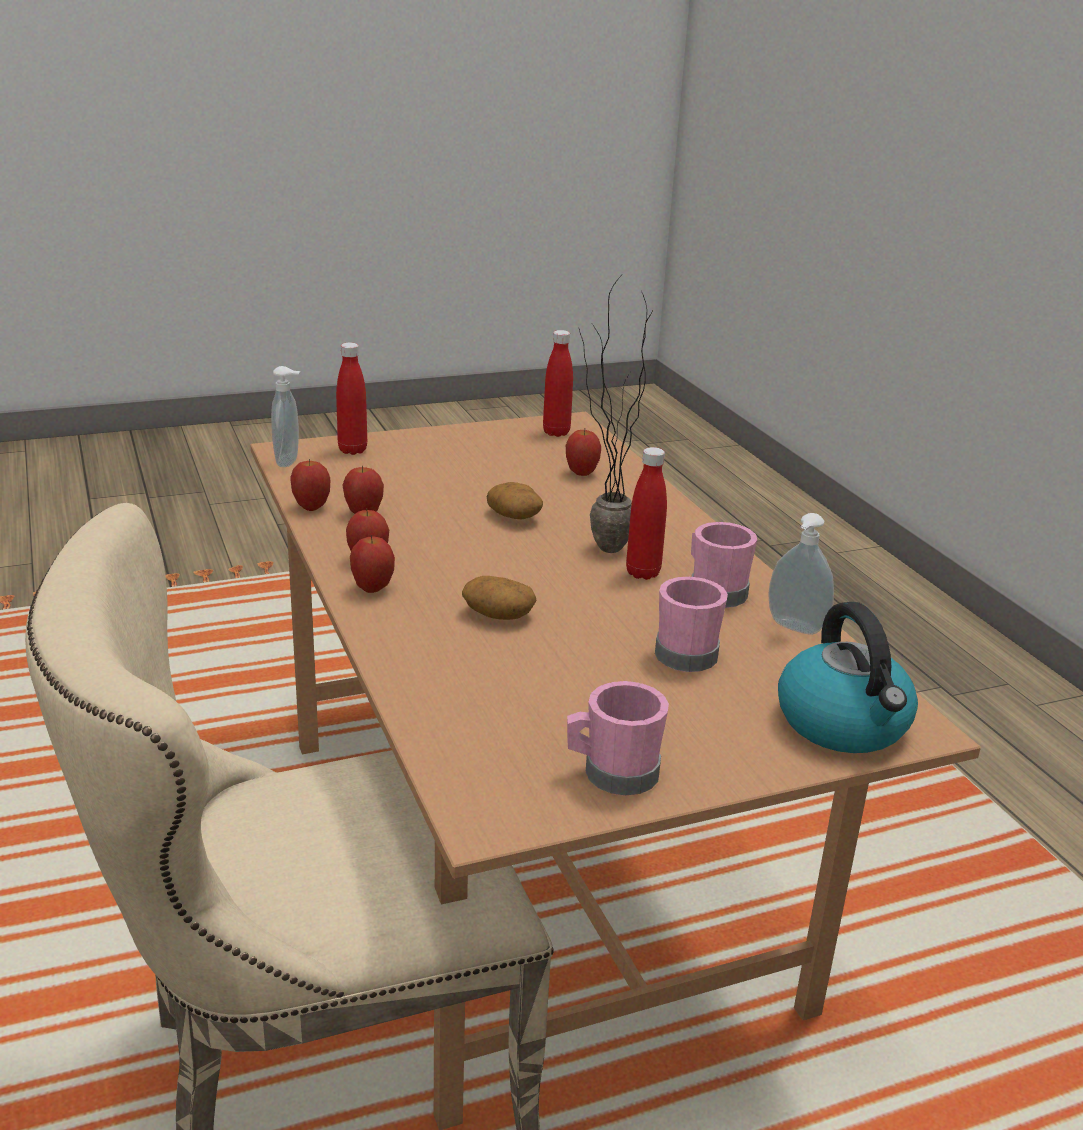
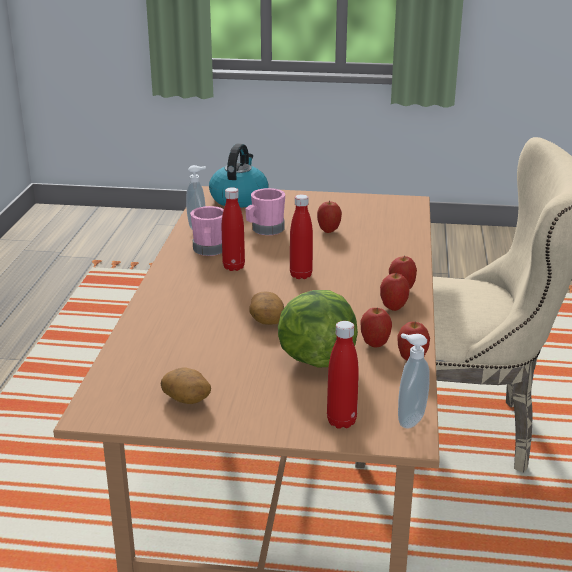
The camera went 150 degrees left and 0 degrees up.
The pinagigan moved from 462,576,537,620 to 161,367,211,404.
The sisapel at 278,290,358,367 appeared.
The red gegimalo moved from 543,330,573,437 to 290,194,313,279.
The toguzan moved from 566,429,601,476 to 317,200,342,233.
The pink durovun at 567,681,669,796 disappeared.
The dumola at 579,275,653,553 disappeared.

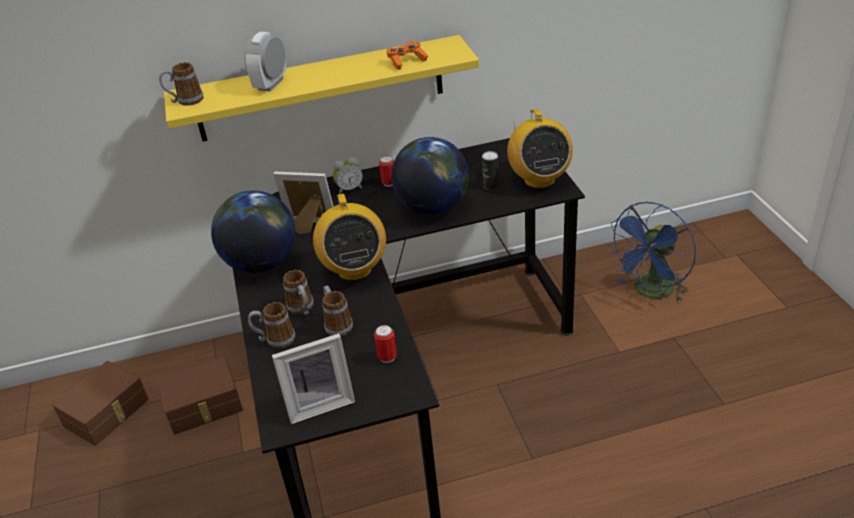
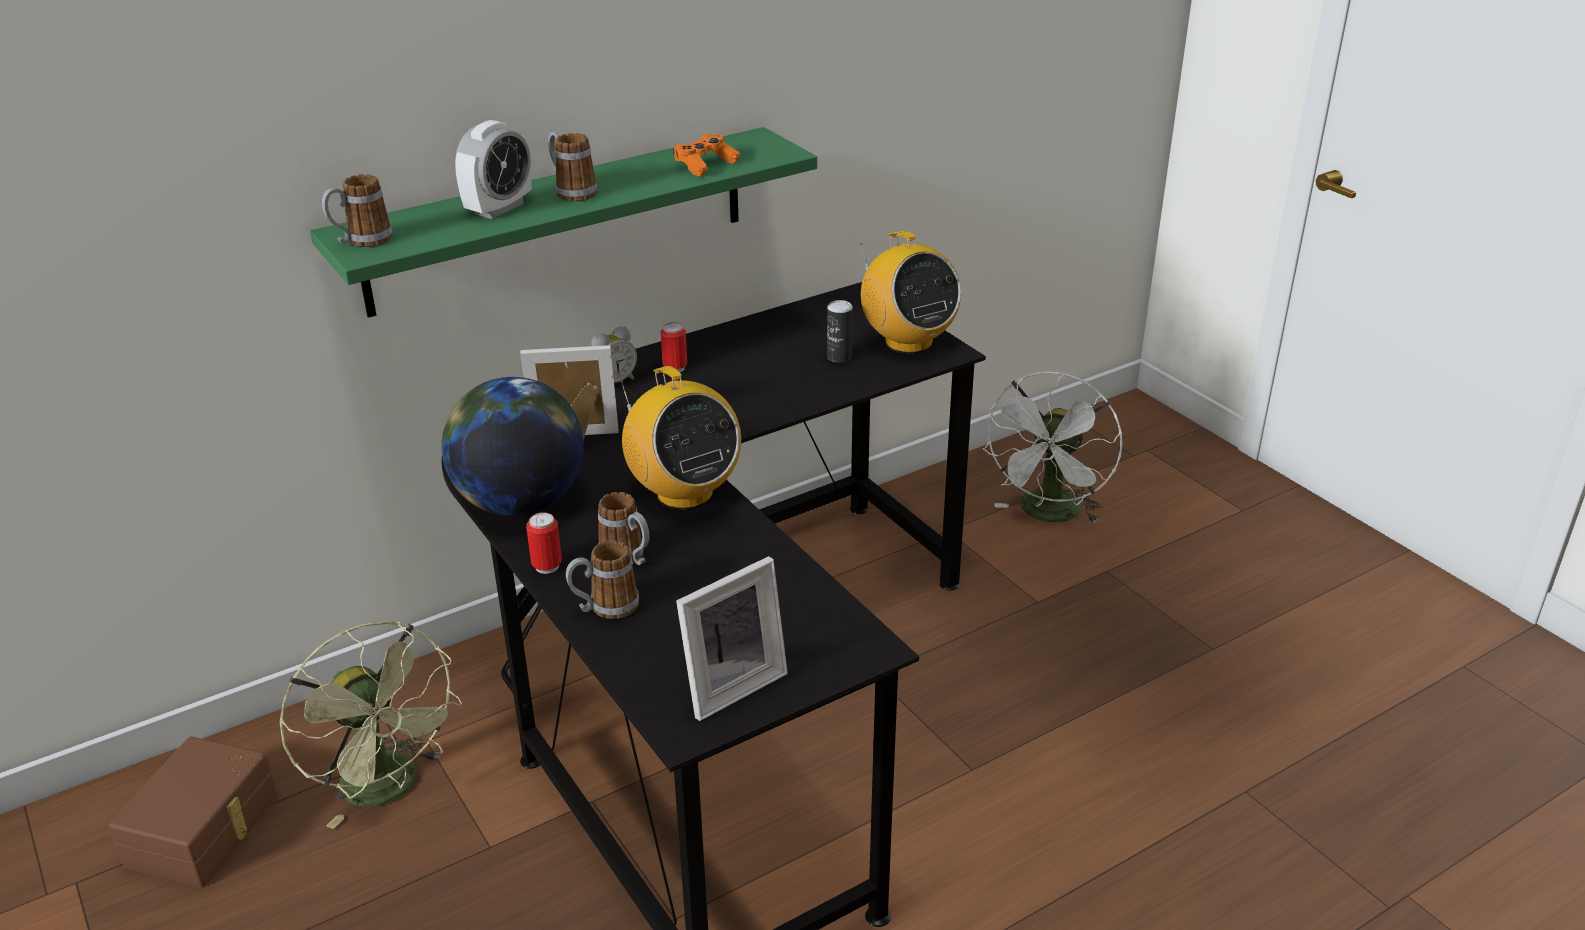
The camera went 20 degrees left and 5 degrees down.
The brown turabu at 157,357,243,435 was replaced by the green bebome at 279,622,462,829.
The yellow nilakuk at 164,35,479,142 became the green nilakuk at 310,127,817,318.
The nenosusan at 244,32,286,92 turned 150 degrees counterclockwise.
The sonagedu moved from 374,325,397,363 to 526,512,562,574.
The durovun moved from 322,285,353,336 to 548,131,597,202.
The blue bebome at 606,202,696,302 became the white bebome at 982,372,1123,523.
The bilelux at 391,137,469,215 disappeared.

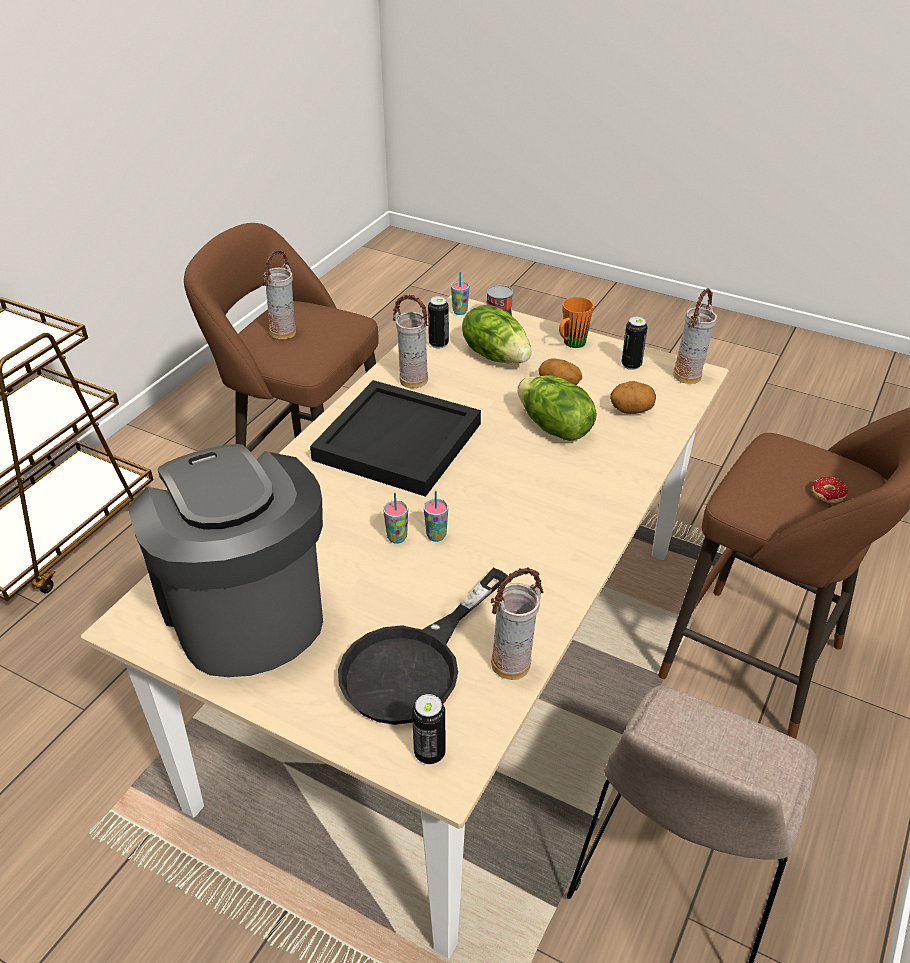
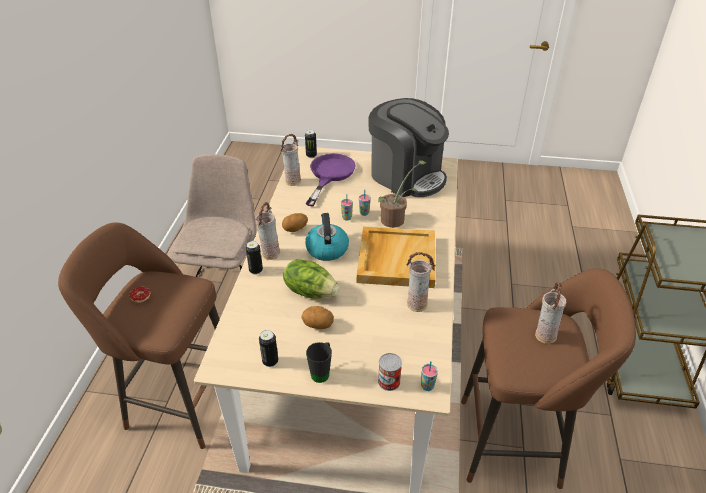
The camera went 160 degrees right and 0 degrees up.
The sonagedu moved from 428,296,449,348 to 246,241,263,275.
The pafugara moved from 673,288,717,384 to 255,202,280,260.
The pinagigan moved from 610,381,656,414 to 282,213,308,232.
The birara at 305,213,349,261 appeared.
The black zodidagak at 338,568,508,725 became the purple zodidagak at 306,154,356,207.
The orange durovun at 559,297,594,348 became the black durovun at 306,342,332,383.
The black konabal at 310,380,481,497 became the beige konabal at 357,226,436,288.
The dumola at 378,160,426,228 appeared.
The sisapel at 462,305,532,363 disappeared.

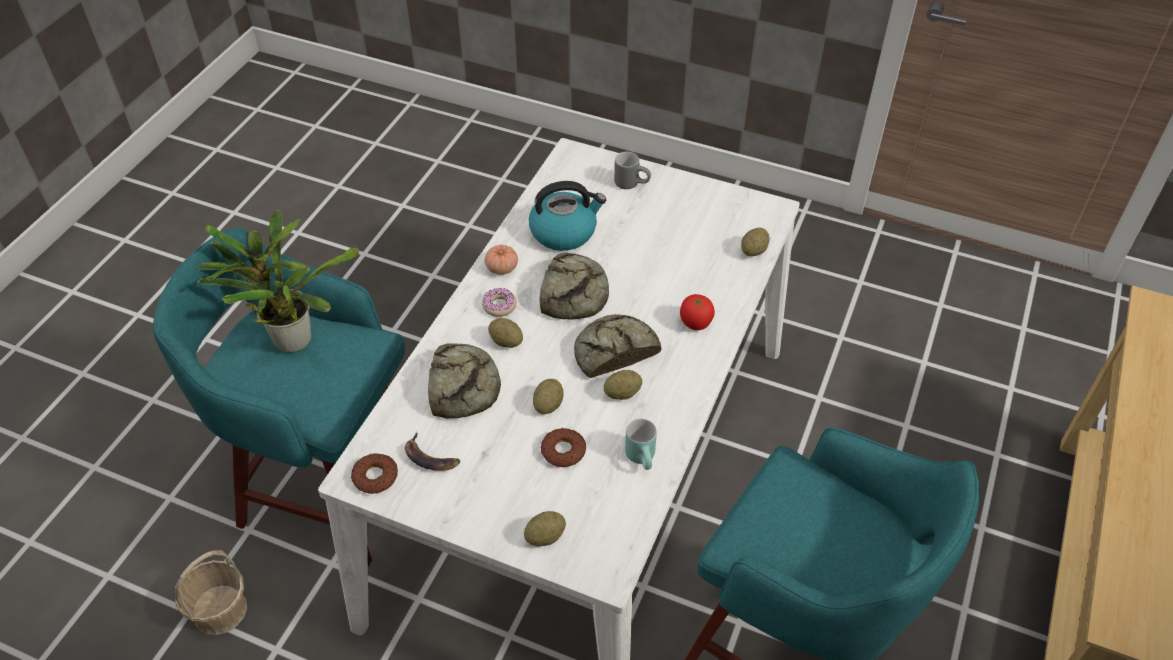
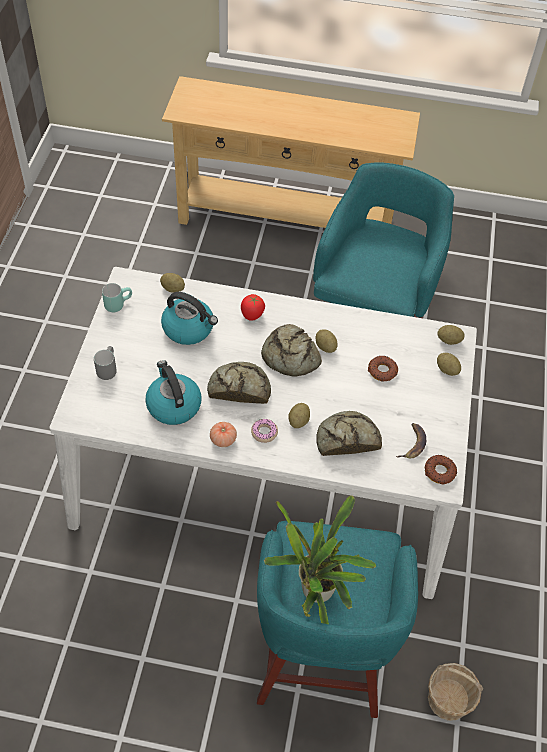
The camera went 105 degrees left and 5 degrees up.
The turquoise durovun moved from 625,419,657,470 to 102,283,132,312.
The birara at 161,292,218,345 appeared.
The pinagigan moved from 533,379,563,414 to 437,325,464,345.

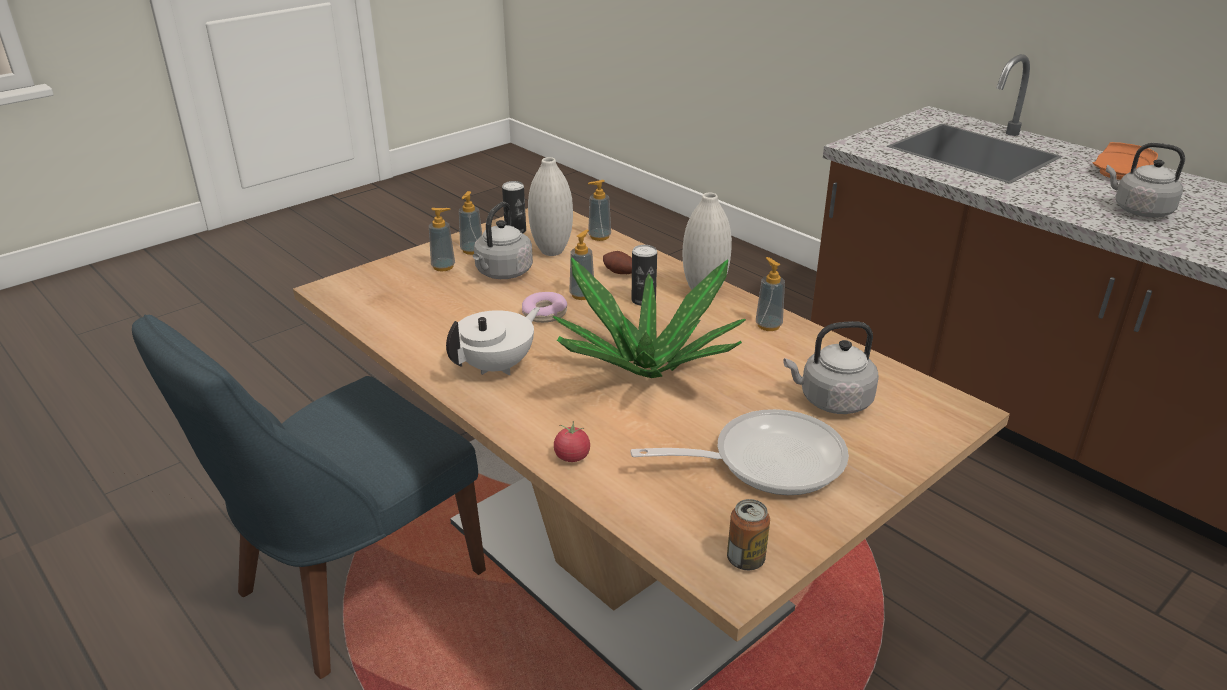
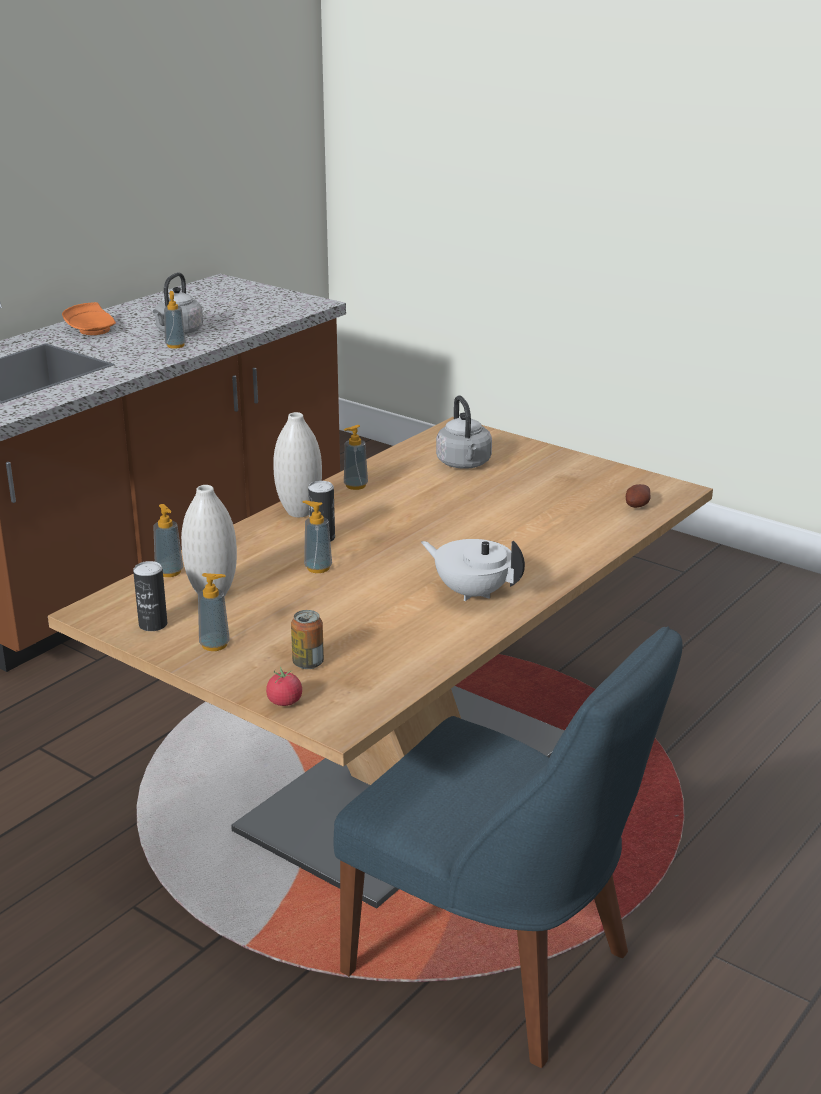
The camera went 100 degrees left and 5 degrees down.
The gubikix moved from 429,208,455,271 to 164,291,186,349.
The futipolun moved from 554,421,590,462 to 266,667,302,706.
The sonagedu moved from 727,499,770,570 to 291,610,324,669.
The pinagigan moved from 603,251,632,274 to 626,484,651,508.
The grey birara at 473,202,533,279 disappeared.
The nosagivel at 522,292,567,323 disappeared.
The dumola at 553,258,746,378 disappeared.
The zodidagak at 630,409,849,495 disappeared.

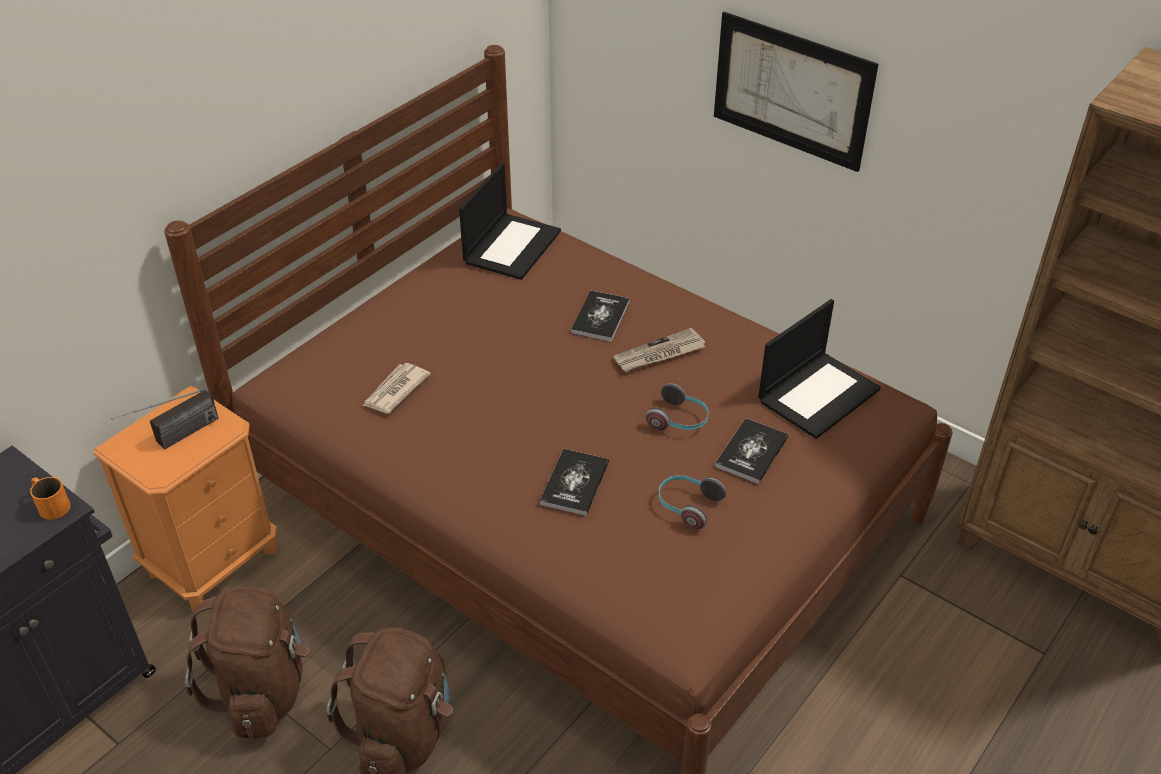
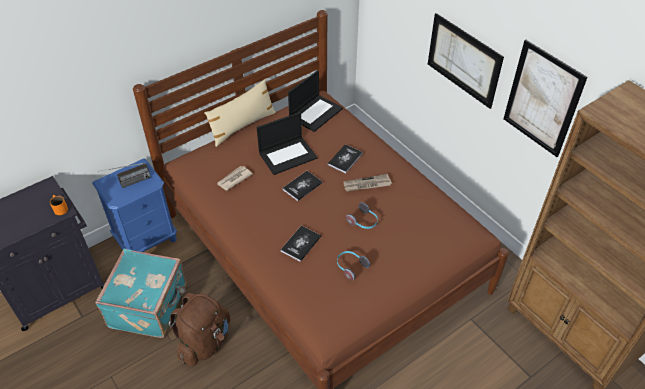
The camera went 15 degrees right and 5 degrees up.
The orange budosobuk at 93,386,277,612 became the blue budosobuk at 92,159,177,252.
The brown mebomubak at 185,585,310,739 was replaced by the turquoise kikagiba at 95,249,187,338.
The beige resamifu at 204,79,276,147 appeared.
The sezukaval moved from 758,299,881,439 to 257,112,317,175.
The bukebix moved from 715,418,789,484 to 283,171,323,201.
The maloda at 504,40,587,157 appeared.

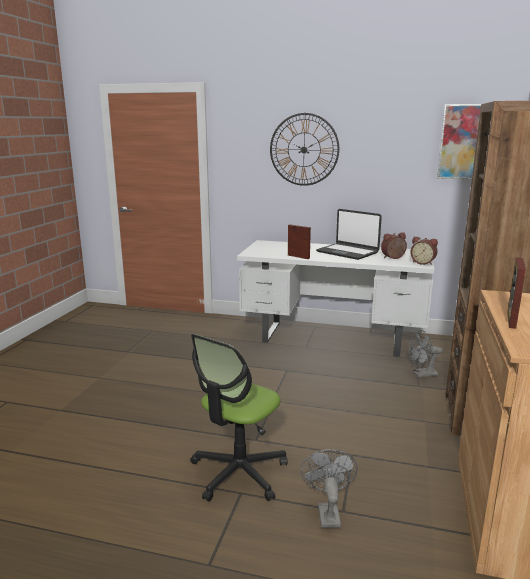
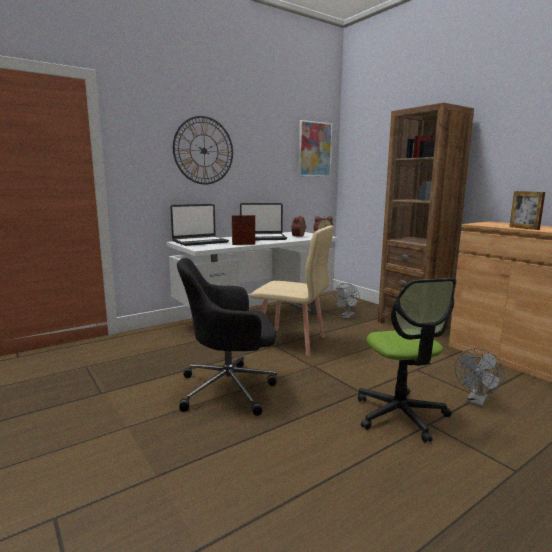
The camera went 50 degrees left and 5 degrees down.
The sezukaval at 170,204,229,246 appeared.
The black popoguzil at 177,258,277,416 appeared.
The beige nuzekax at 250,226,334,356 appeared.
The grey bebome at 300,449,357,528 turned 90 degrees counterclockwise.

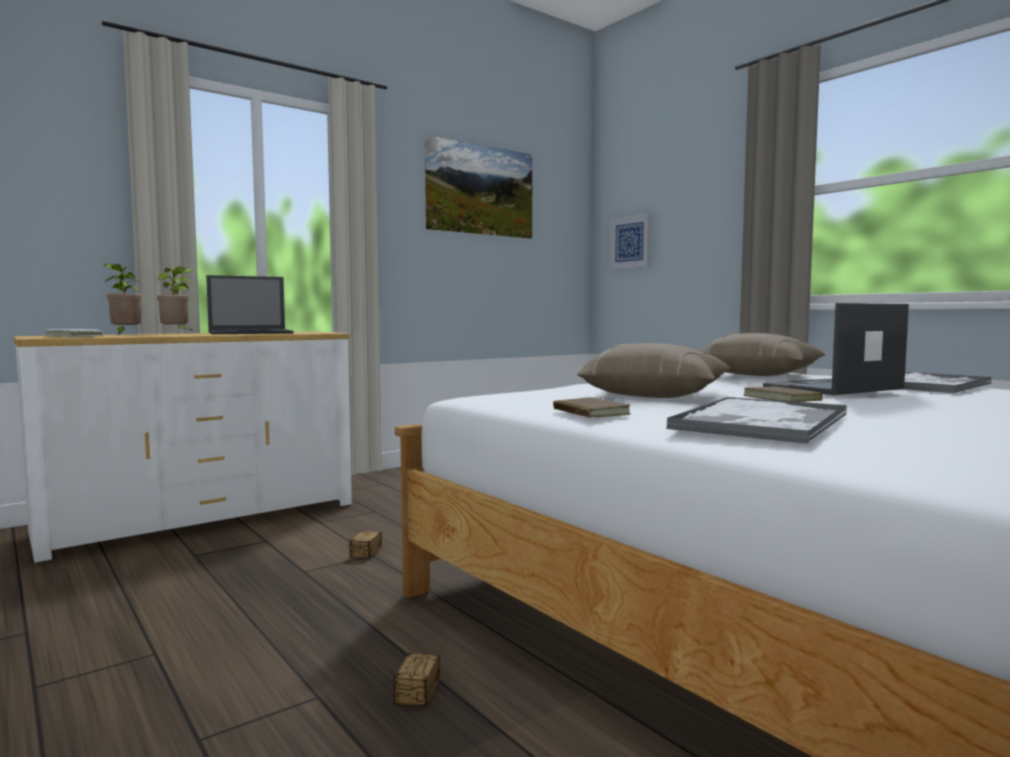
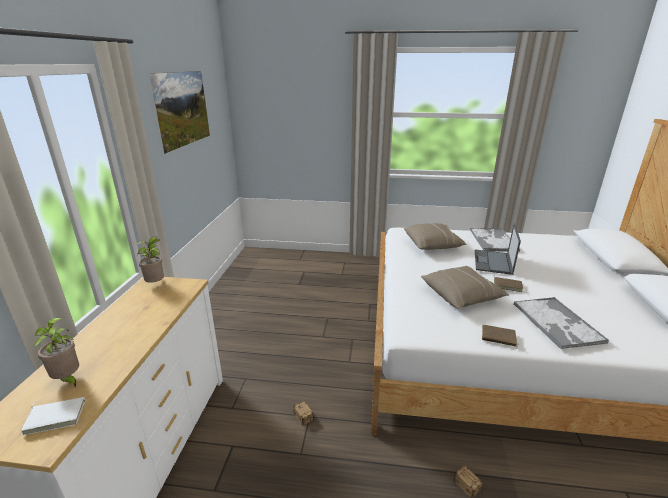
The camera went 45 degrees left and 20 degrees up.
The dumola moved from 157,267,195,330 to 135,236,164,283.
The sezukaval at 206,275,294,334 disappeared.
The maloda at 609,213,651,269 disappeared.

